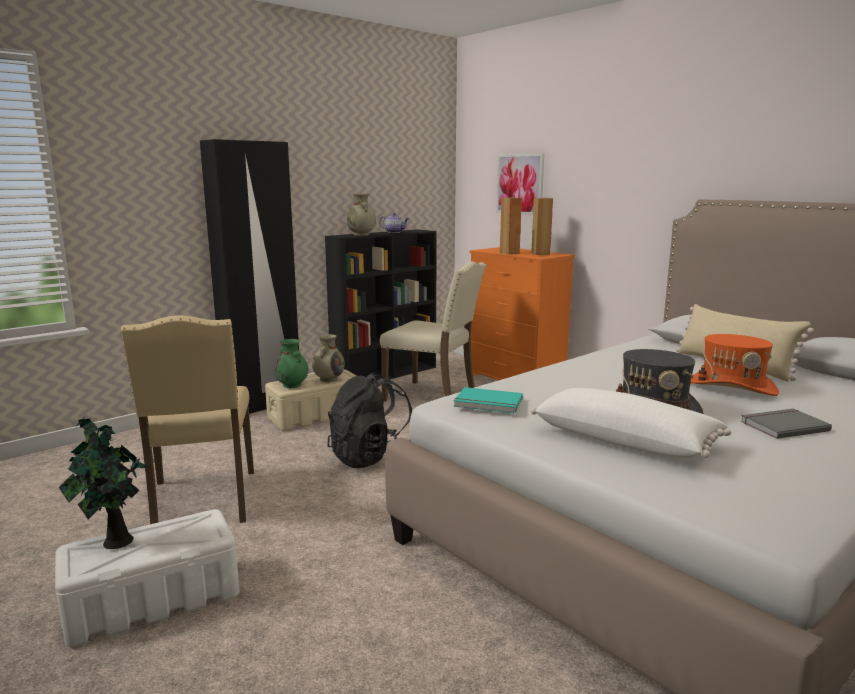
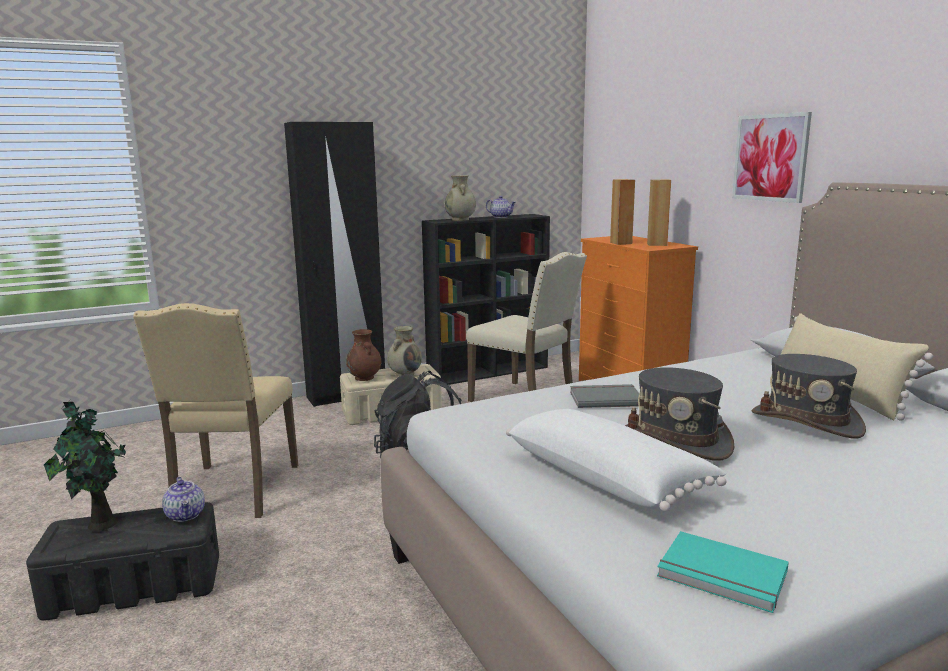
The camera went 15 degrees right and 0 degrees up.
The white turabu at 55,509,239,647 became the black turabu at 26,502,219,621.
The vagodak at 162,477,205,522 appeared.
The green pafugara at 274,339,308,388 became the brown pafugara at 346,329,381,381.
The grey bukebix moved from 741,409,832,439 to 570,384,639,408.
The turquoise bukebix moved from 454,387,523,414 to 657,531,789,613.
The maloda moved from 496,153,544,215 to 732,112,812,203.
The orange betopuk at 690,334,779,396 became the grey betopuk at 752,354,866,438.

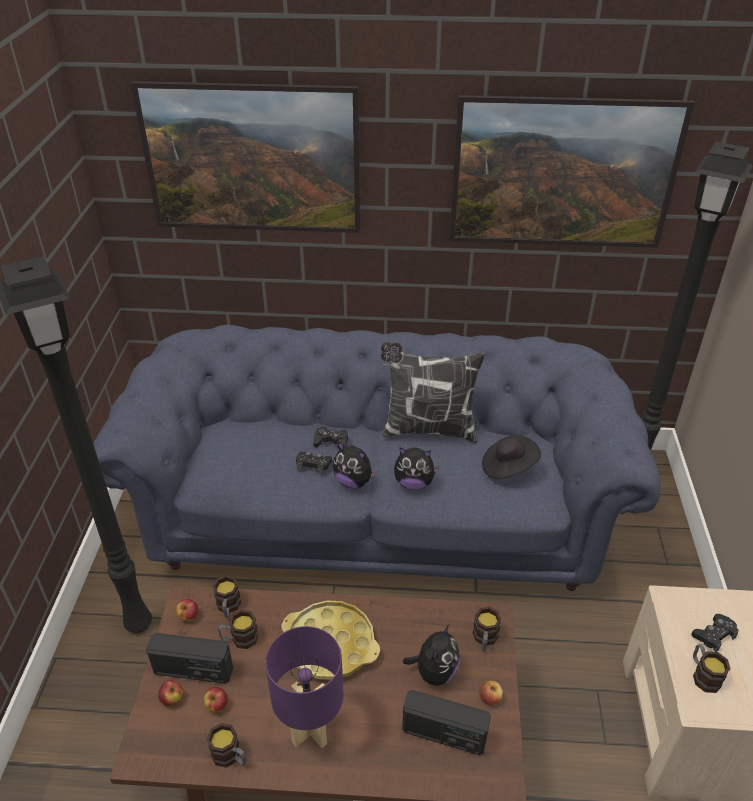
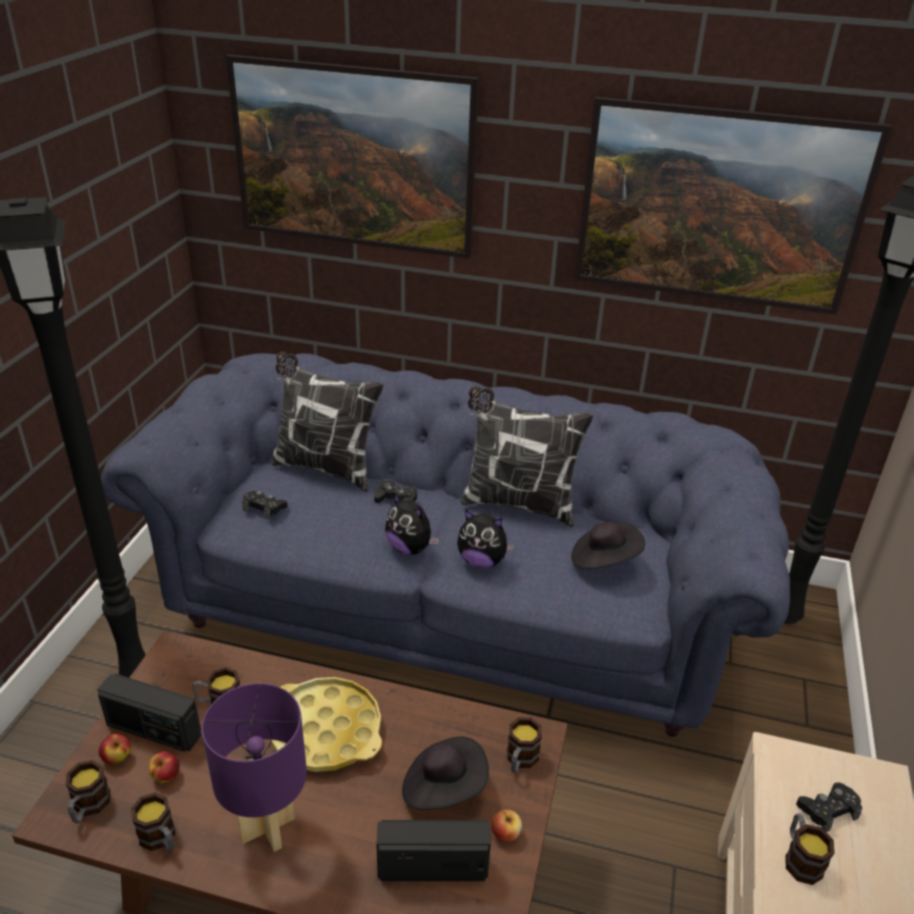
The camera went 10 degrees right and 5 degrees down.
The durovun moved from 213,575,241,618 to 66,760,110,823.
The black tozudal moved from 296,451,332,475 to 242,491,288,520.
The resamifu at 270,352,384,492 appeared.
The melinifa at 402,689,491,755 turned 150 degrees clockwise.
The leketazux at 403,624,460,686 was replaced by the black betopuk at 402,736,489,810.
The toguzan at 176,599,198,621 disappeared.

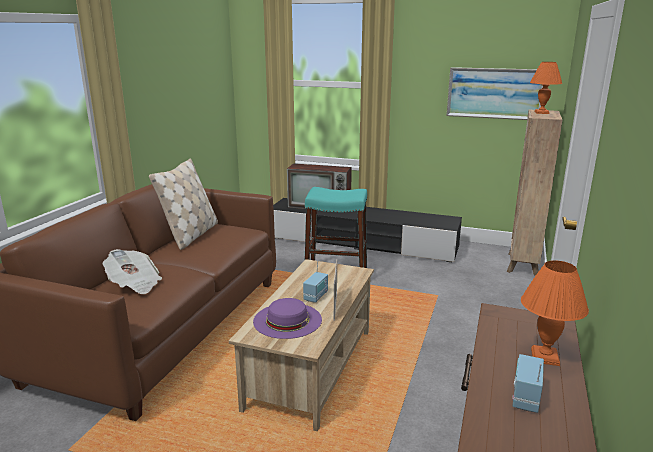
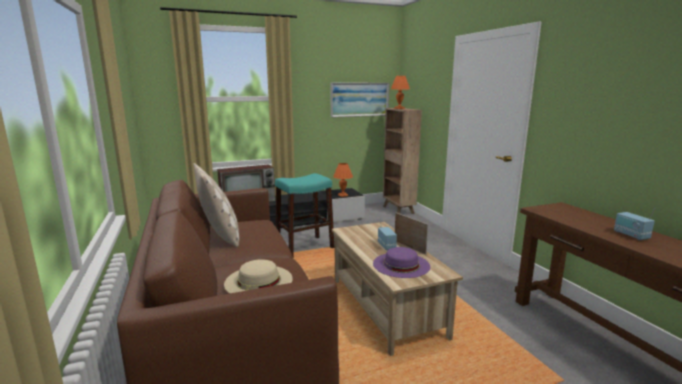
The camera went 40 degrees left and 5 degrees down.
The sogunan at 103,249,162,294 was replaced by the beige betopuk at 224,259,293,294.
The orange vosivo moved from 521,260,589,366 to 333,163,353,197.

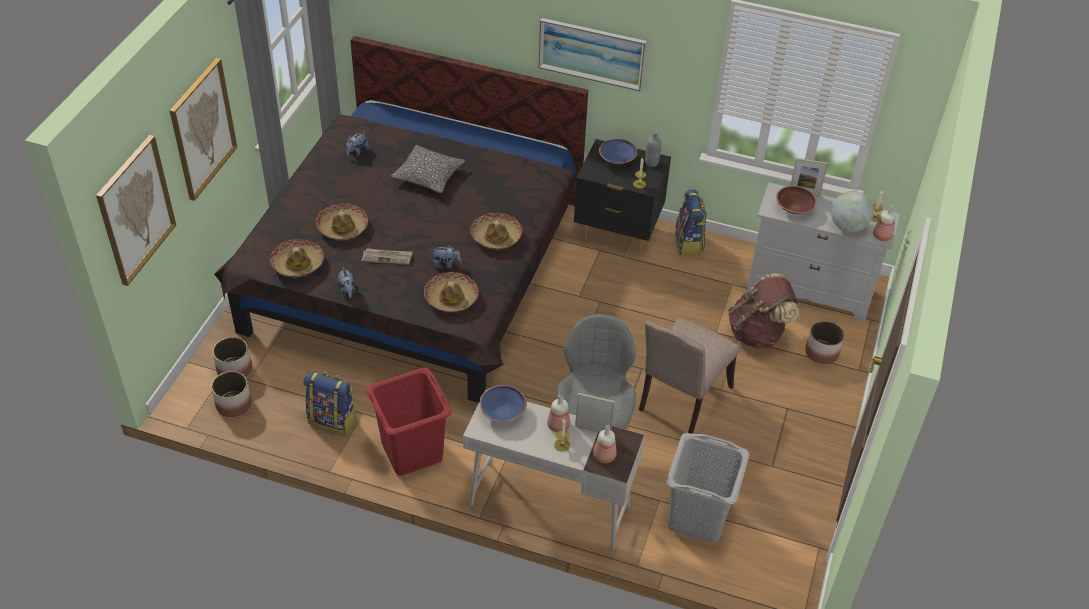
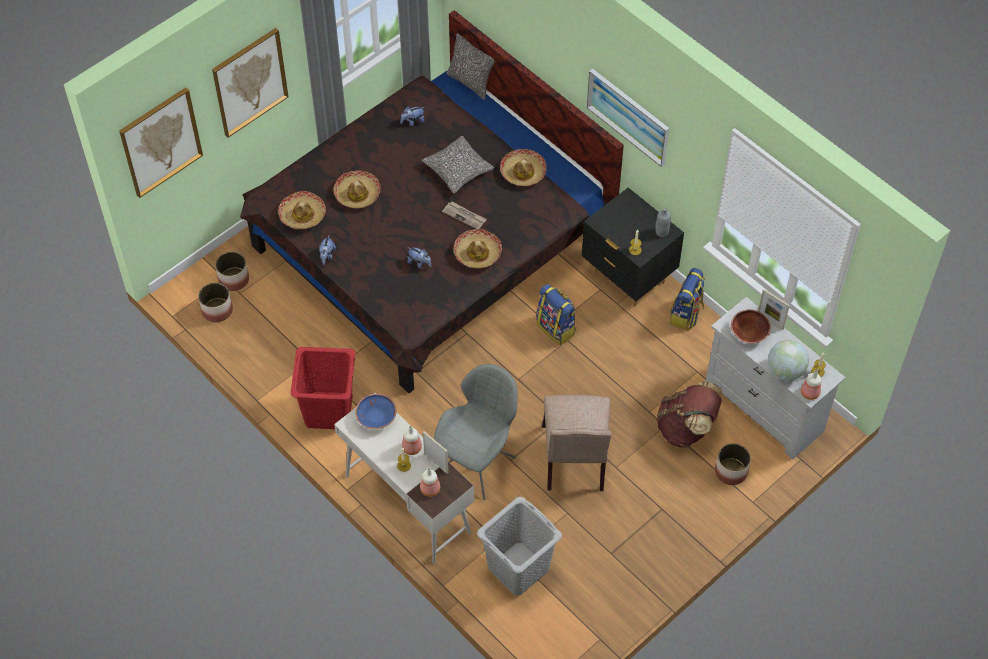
The camera went 30 degrees right and 10 degrees up.
The sogunan moved from 362,248,413,265 to 442,202,487,229.
The resamifu at 446,33,495,100 appeared.
The betopuk moved from 424,272,479,312 to 500,149,547,186.
The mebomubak moved from 303,371,356,436 to 536,284,576,345.
The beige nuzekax at 639,318,740,434 turned 60 degrees counterclockwise.
The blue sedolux at 599,138,638,165 disappeared.

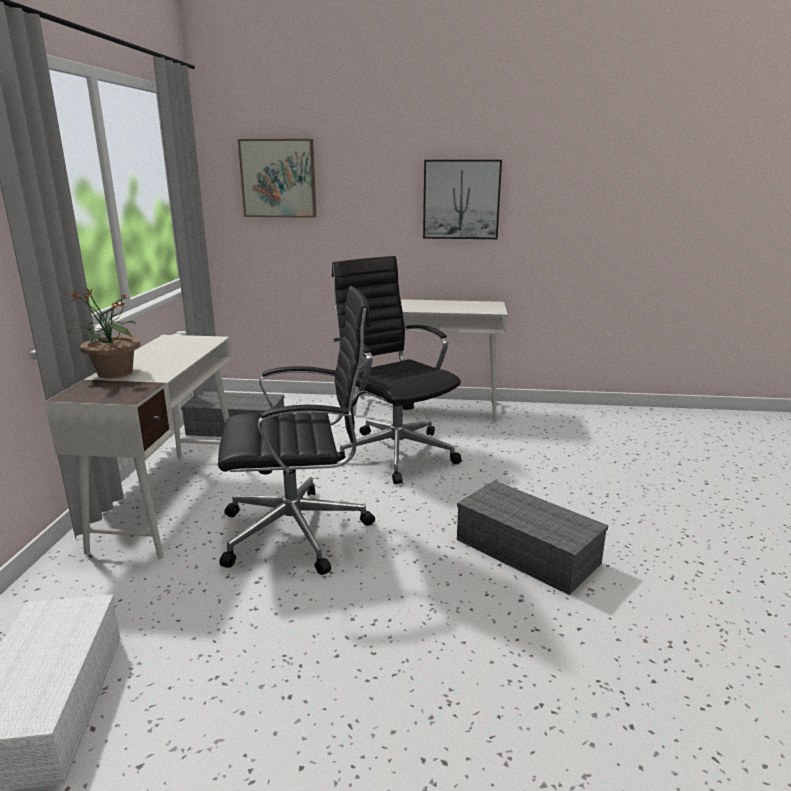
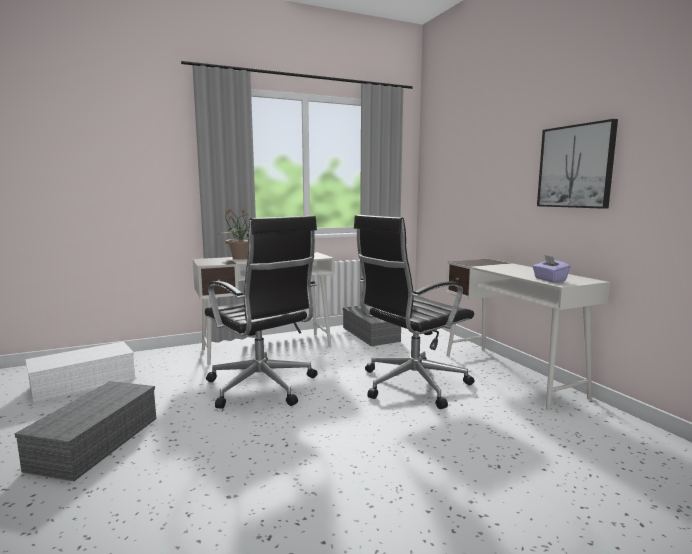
The camera went 60 degrees right and 10 degrees down.
The grey turabu moved from 457,481,608,595 to 14,381,156,481.
The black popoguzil at 332,256,462,484 turned 150 degrees counterclockwise.
The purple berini at 532,255,570,282 appeared.
The maloda at 238,139,316,218 disappeared.

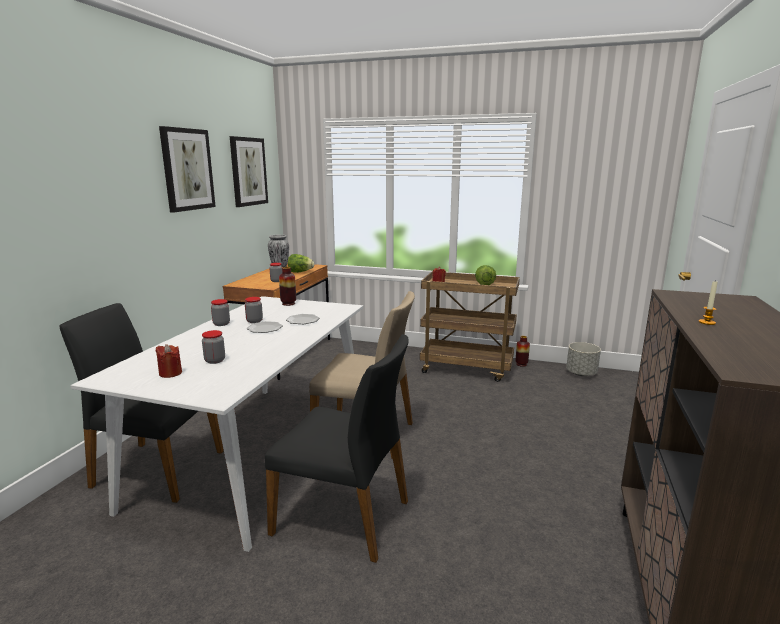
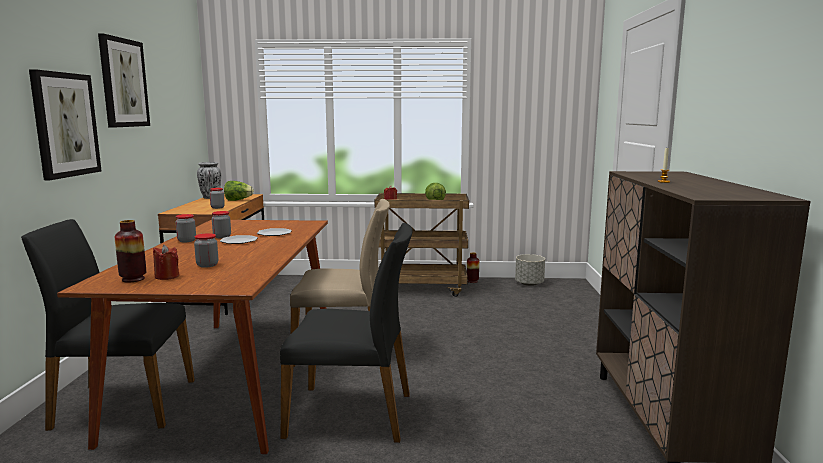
The camera went 15 degrees left and 5 degrees down.
The maloda moved from 230,136,268,207 to 29,69,101,180.
The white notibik at 71,296,363,552 became the brown notibik at 57,220,328,454.
The pafugara moved from 279,267,296,306 to 115,220,146,282.

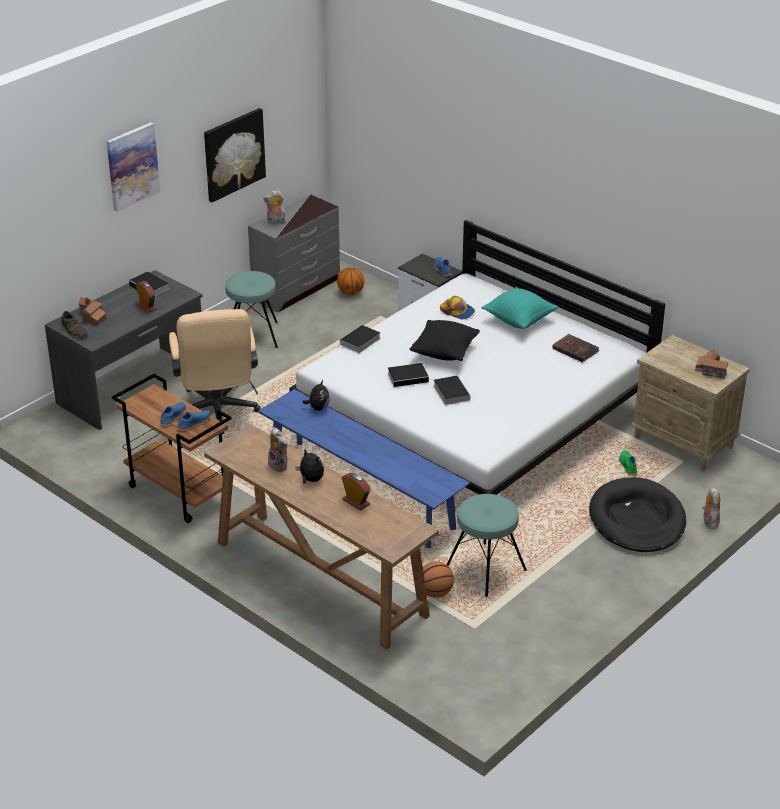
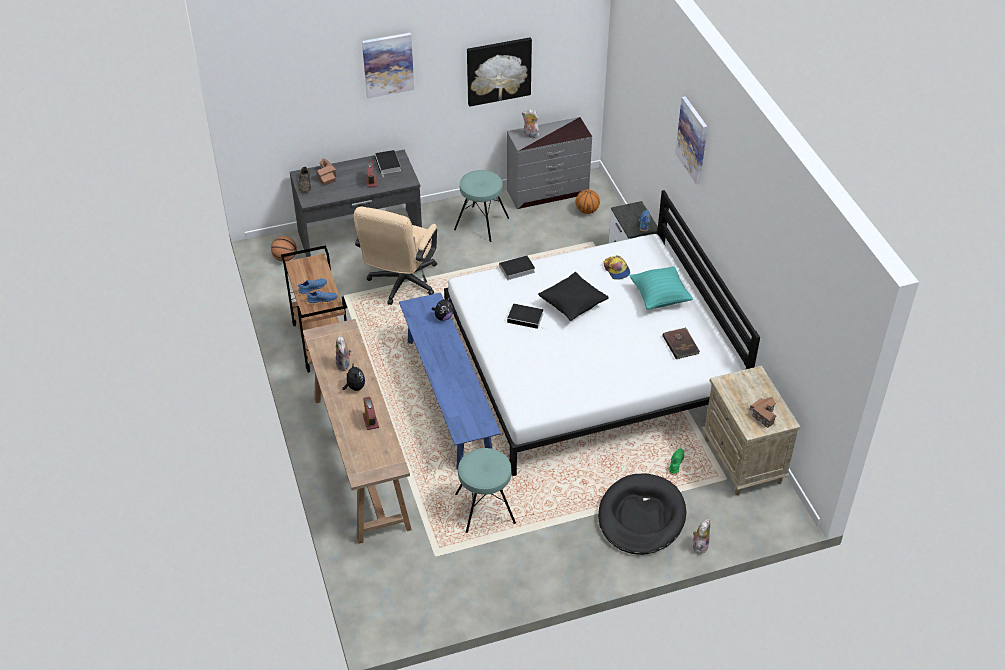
The camera went 30 degrees right and 10 degrees up.
The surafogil moved from 423,561,454,598 to 271,236,297,262.
The maloda at 675,96,707,184 appeared.
The bukebix at 433,375,470,405 disappeared.

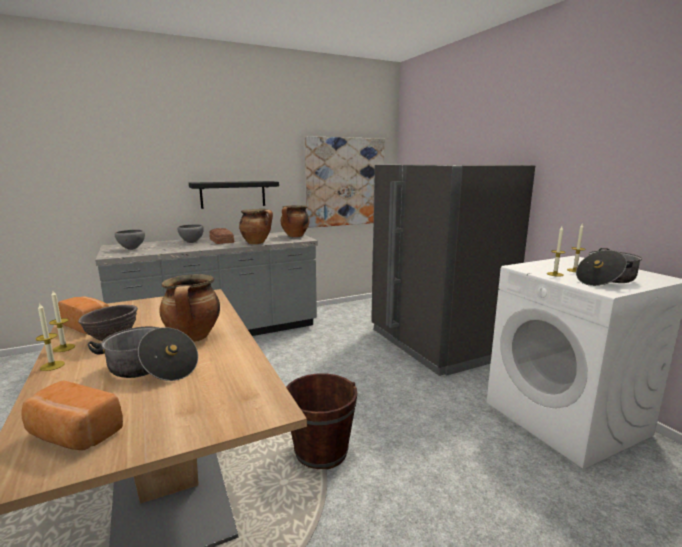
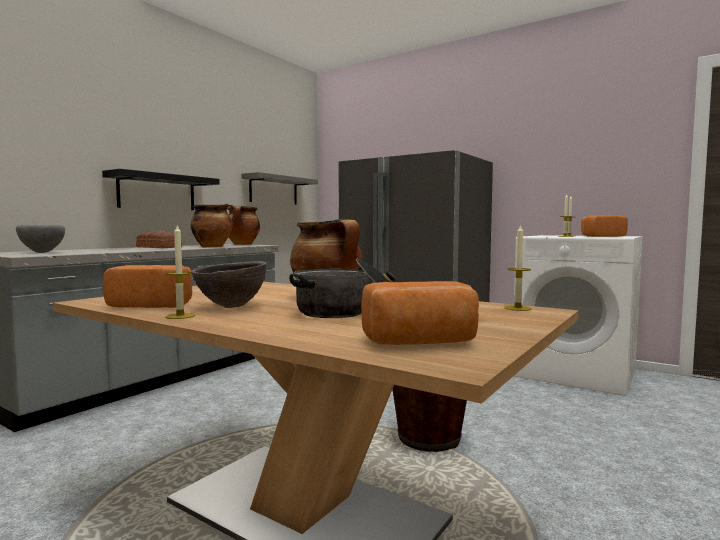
The camera went 30 degrees left and 10 degrees down.
The maloda at 305,136,385,228 was replaced by the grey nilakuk at 241,172,318,205.
The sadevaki moved from 36,304,65,371 to 505,224,532,311.
The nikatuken at 576,248,642,286 was replaced by the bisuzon at 581,215,628,237.
The grey sedolux at 178,225,204,243 disappeared.

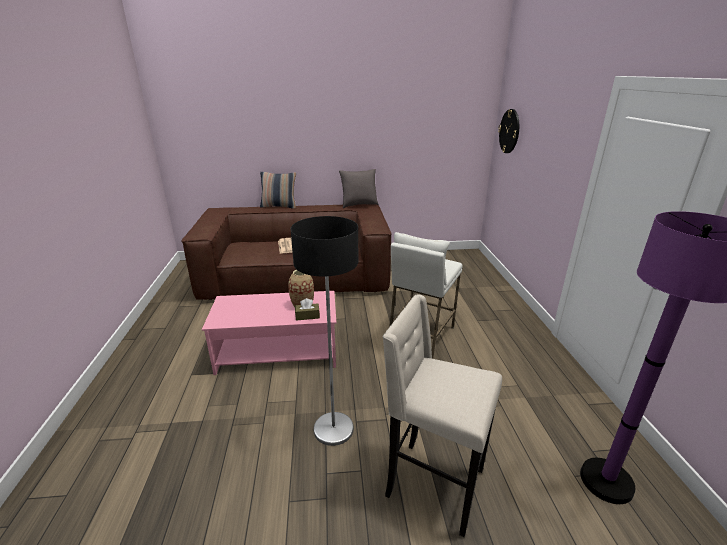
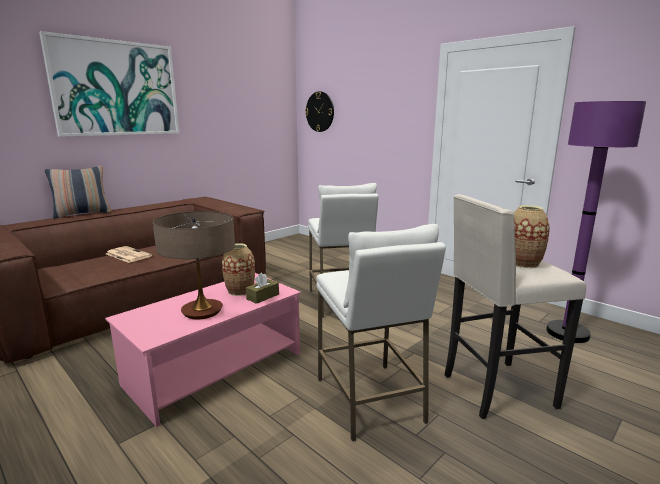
The camera went 40 degrees left and 10 degrees down.
The maloda at 39,31,179,137 appeared.
The vosivo at 153,211,235,320 appeared.
The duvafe at 291,216,358,446 was replaced by the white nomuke at 316,224,446,441.
The pafugara at 514,205,550,268 appeared.
The grey resamifu at 339,169,379,208 disappeared.

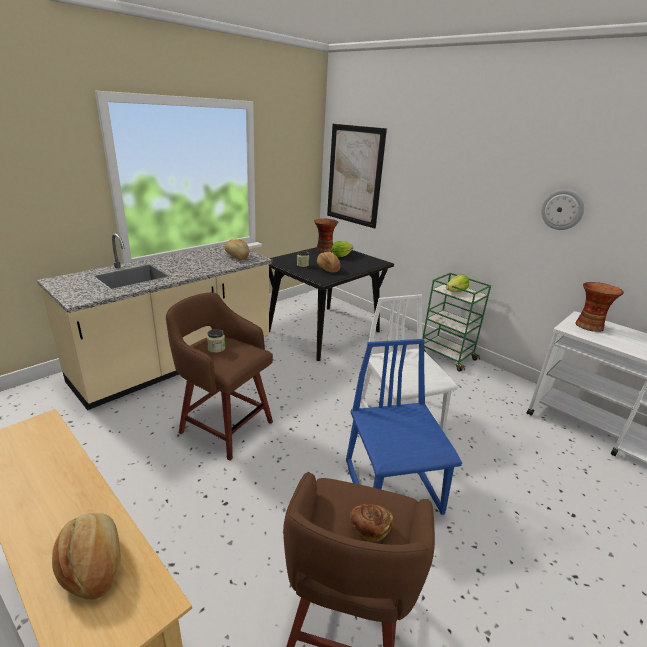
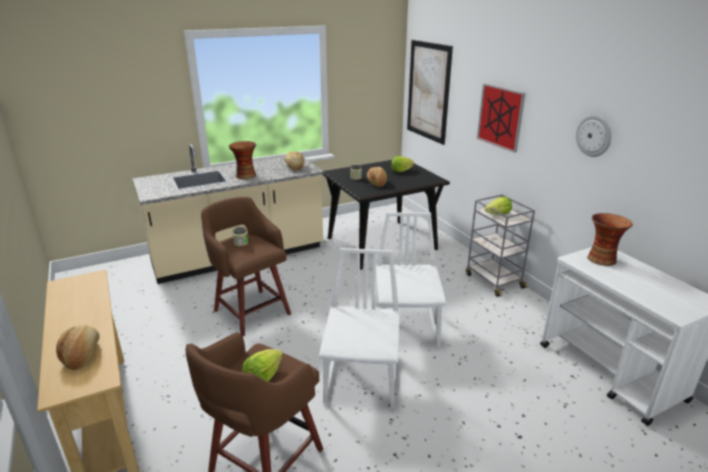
The camera went 20 degrees right and 0 degrees up.
The pafugara moved from 314,218,338,252 to 229,141,256,179.
The bisuzon at 350,504,393,543 was replaced by the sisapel at 242,349,283,382.
The blue nuzekax at 346,339,462,515 became the white nuzekax at 319,248,400,409.
The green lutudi at 422,273,491,372 became the grey lutudi at 466,194,535,297.
The maloda at 477,84,526,153 appeared.

